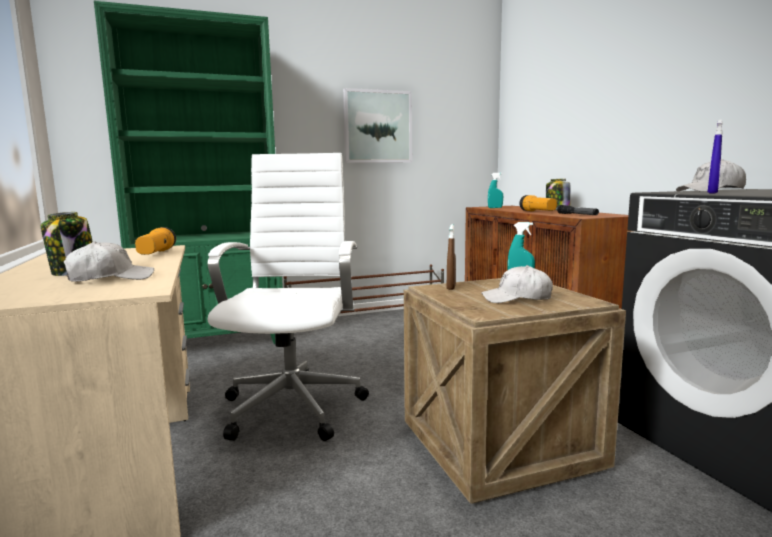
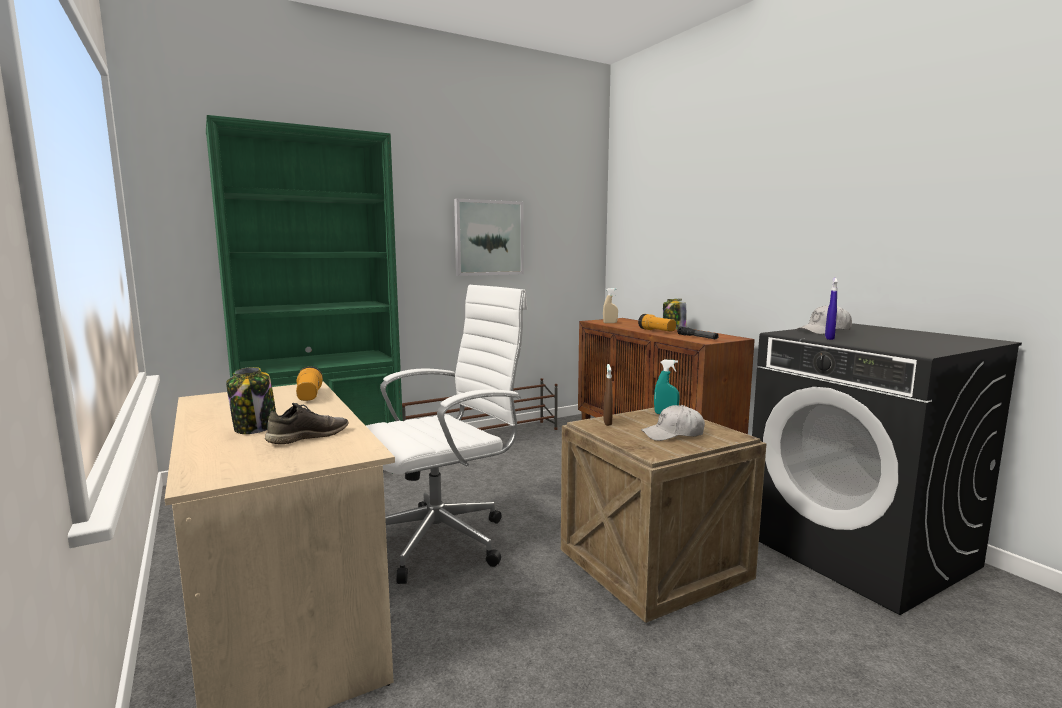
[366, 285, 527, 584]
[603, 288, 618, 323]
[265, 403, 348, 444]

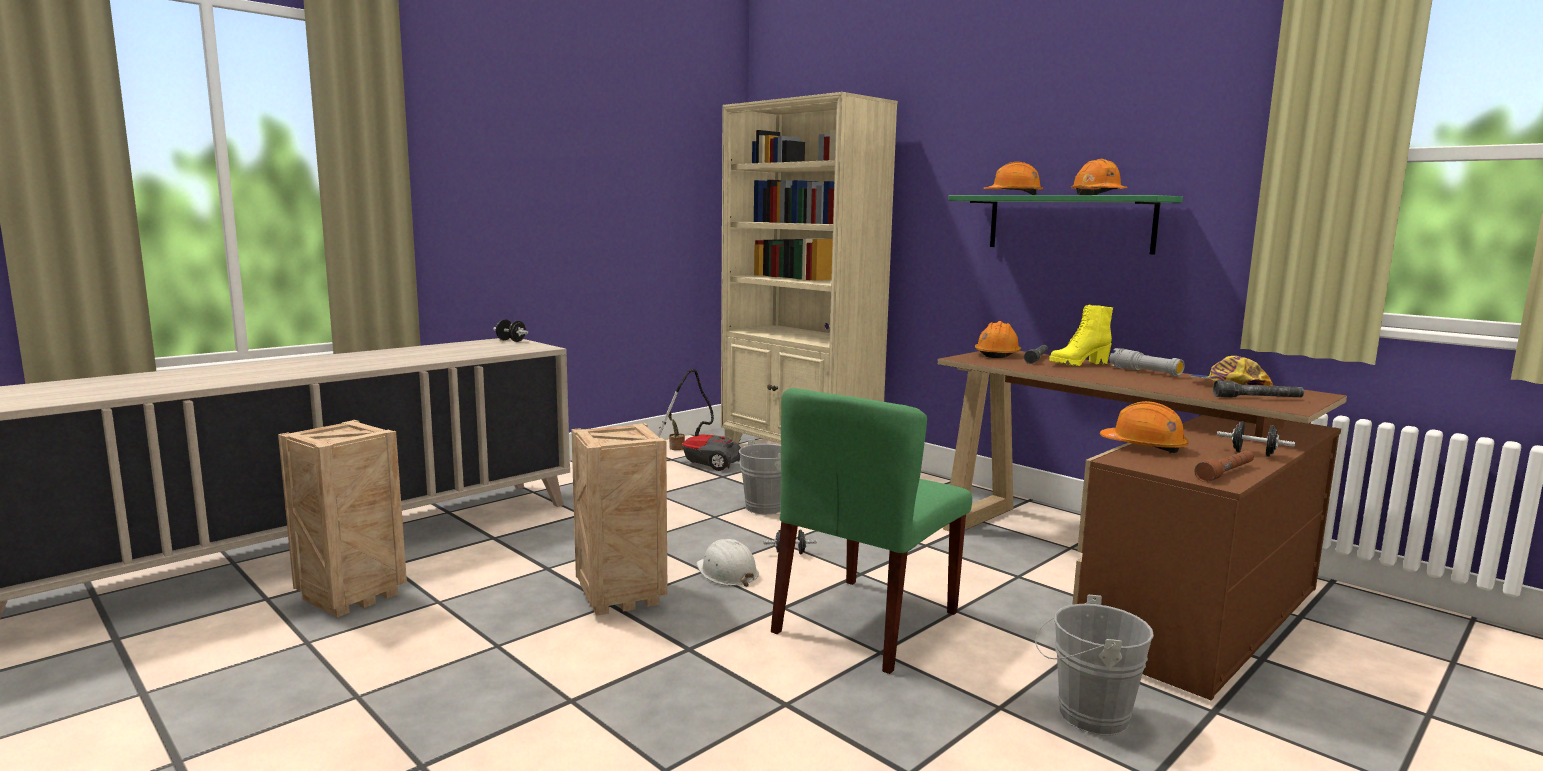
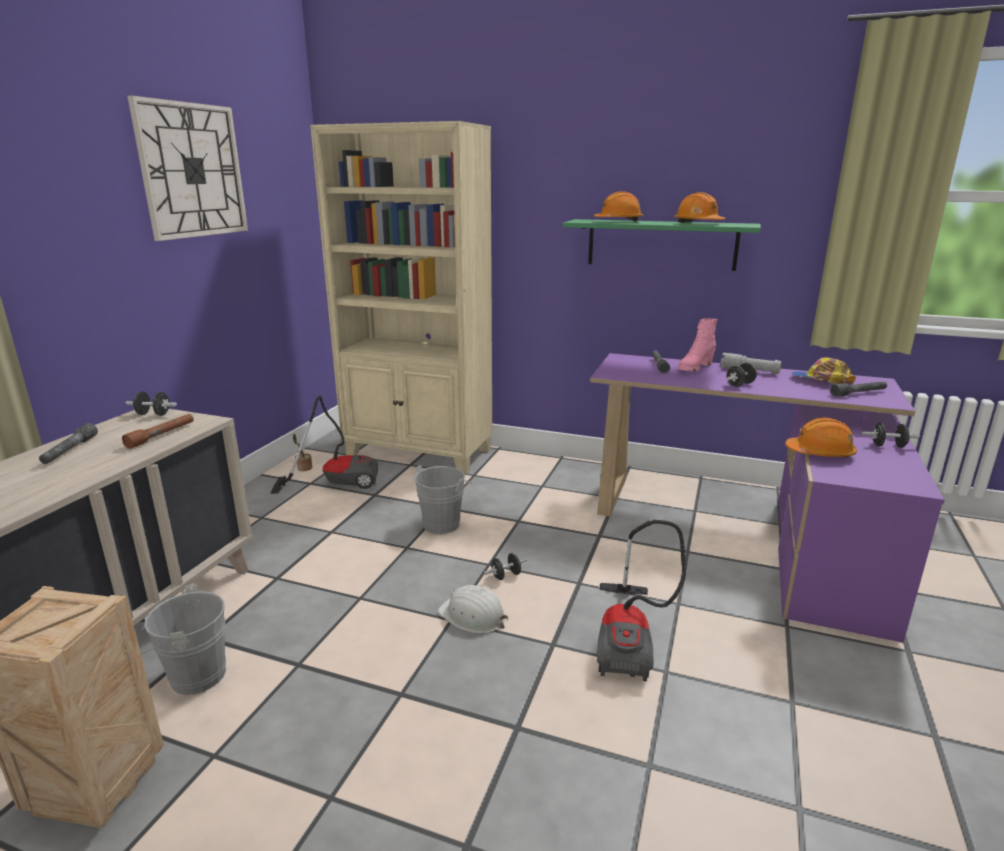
[678, 318, 717, 371]
[975, 321, 1021, 358] (first image)
[590, 353, 944, 643]
[597, 520, 686, 681]
[571, 423, 668, 616] (first image)
[122, 414, 194, 449]
[137, 584, 226, 695]
[127, 96, 248, 241]
[726, 363, 757, 387]
[39, 423, 98, 464]

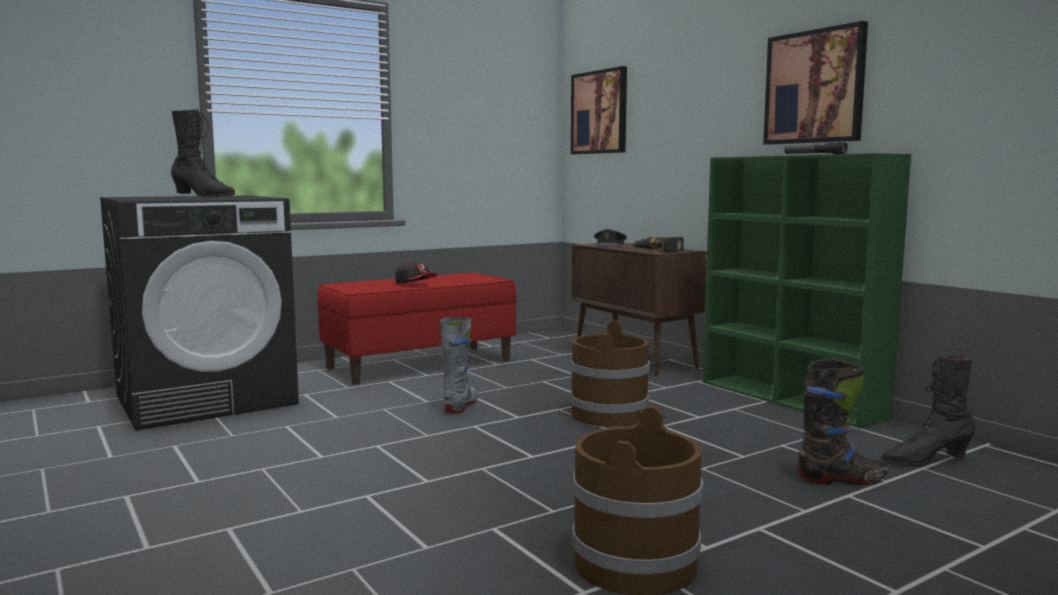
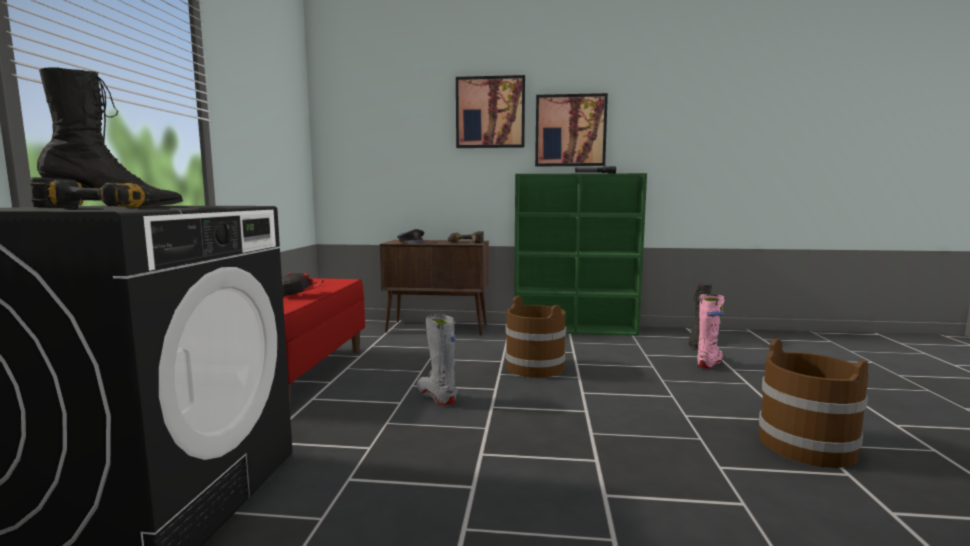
[456, 75, 525, 148]
[697, 294, 725, 369]
[30, 177, 161, 208]

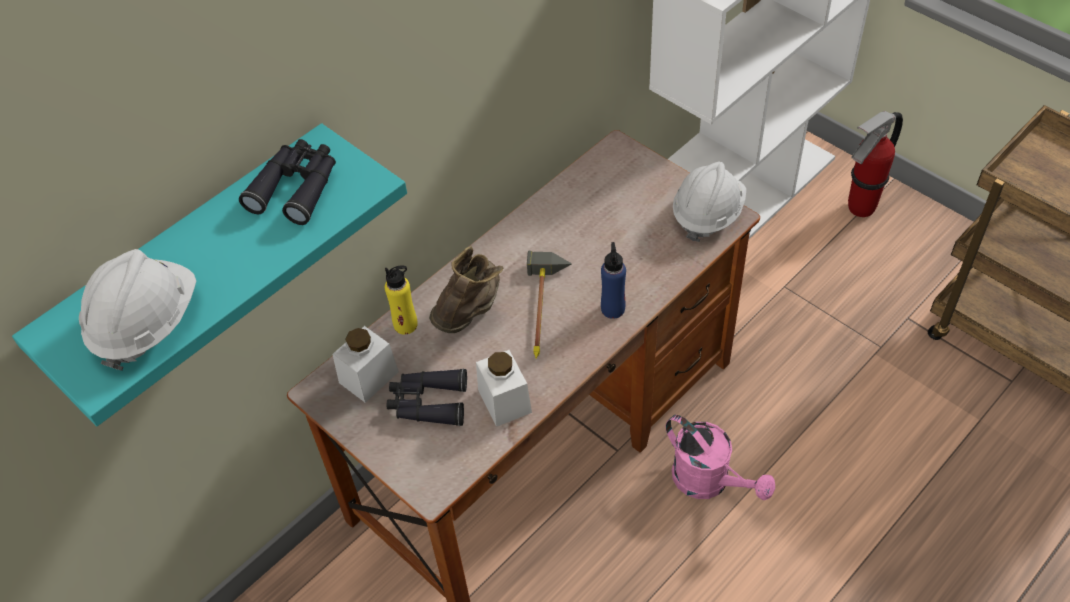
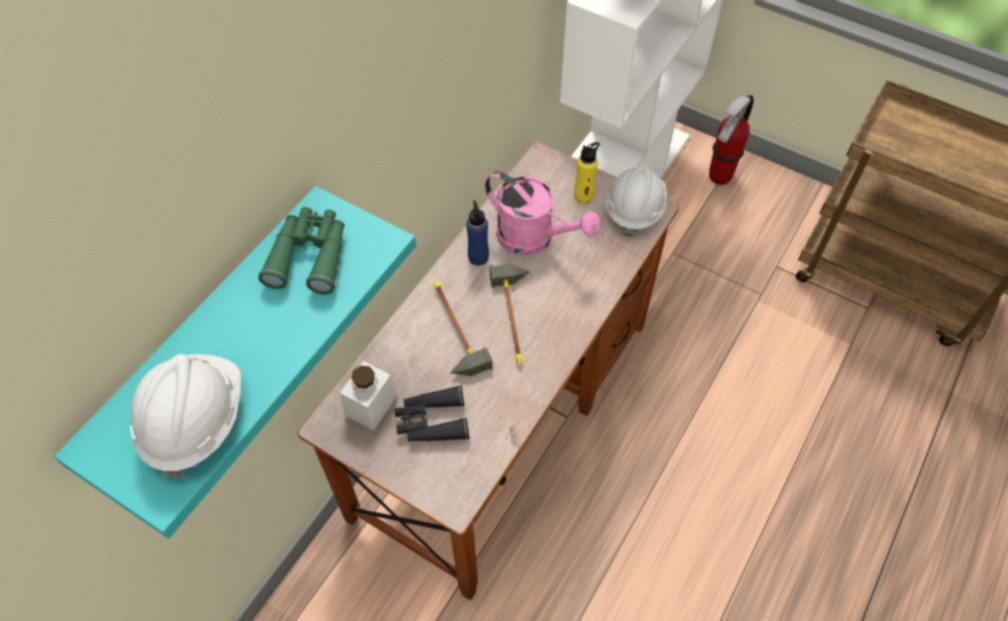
[258, 207, 345, 294]
[466, 200, 489, 265]
[434, 279, 492, 376]
[574, 142, 600, 204]
[476, 350, 532, 427] (first image)
[485, 171, 600, 256]

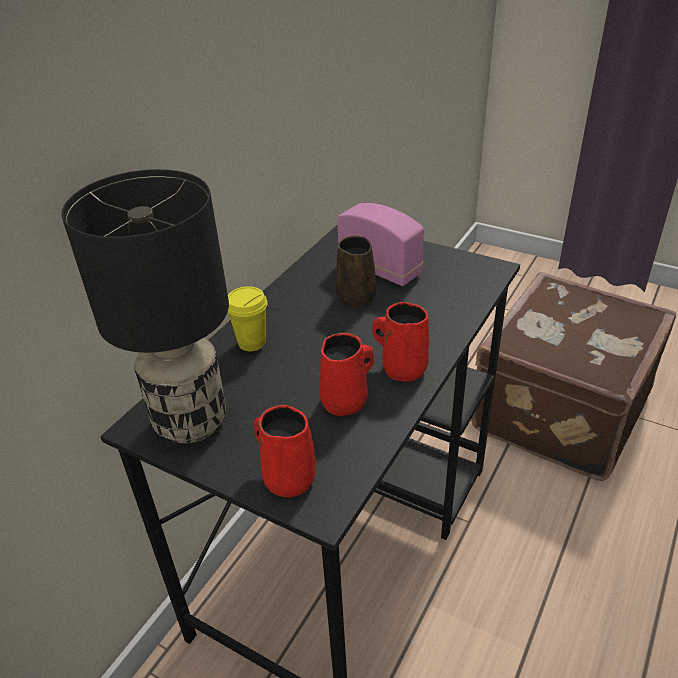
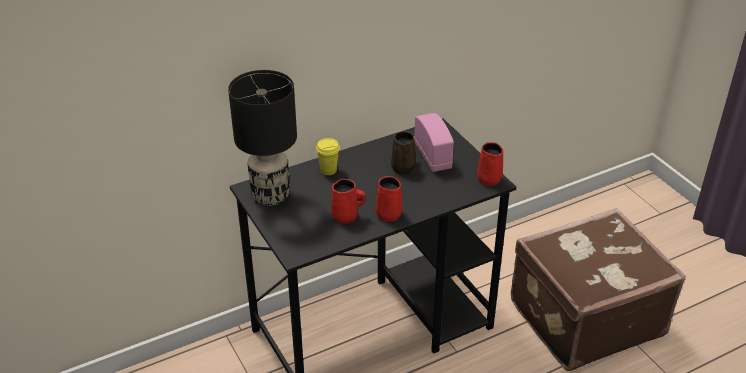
[477, 142, 503, 186]

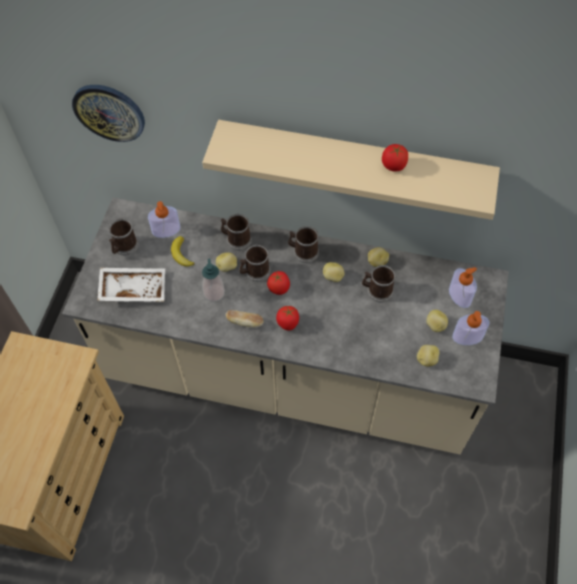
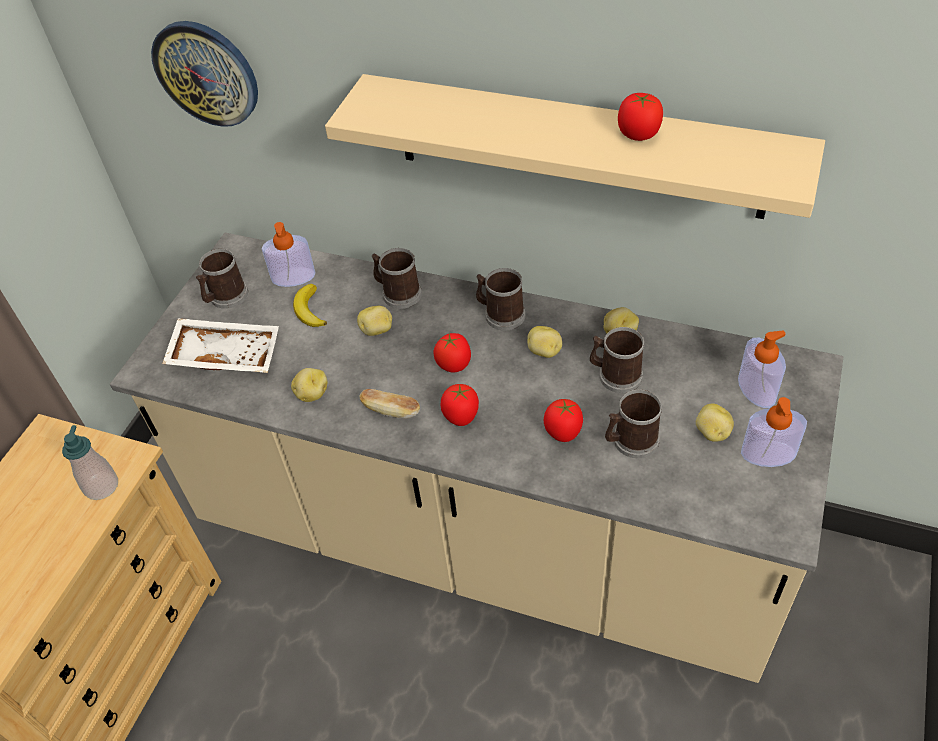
[605, 389, 662, 458]
[62, 425, 118, 500]
[291, 368, 327, 402]
[544, 399, 583, 442]

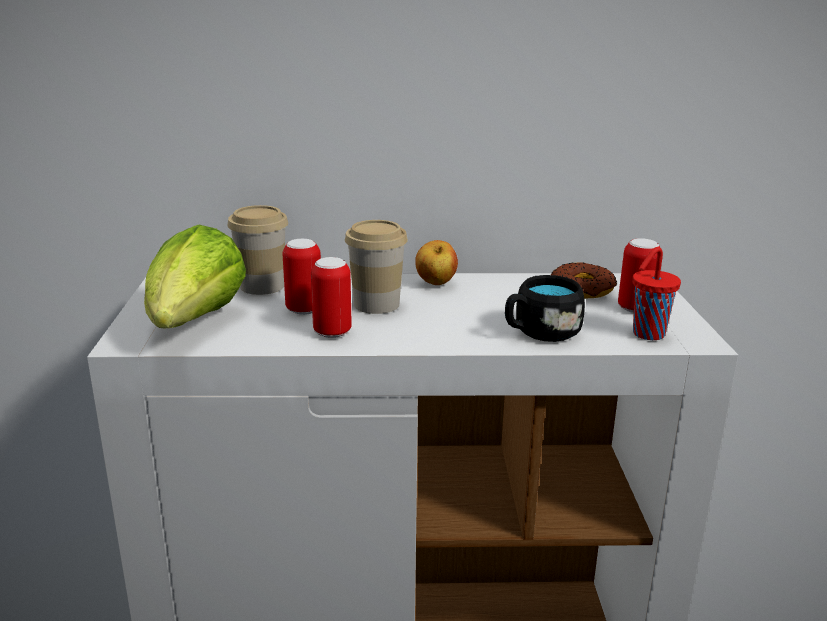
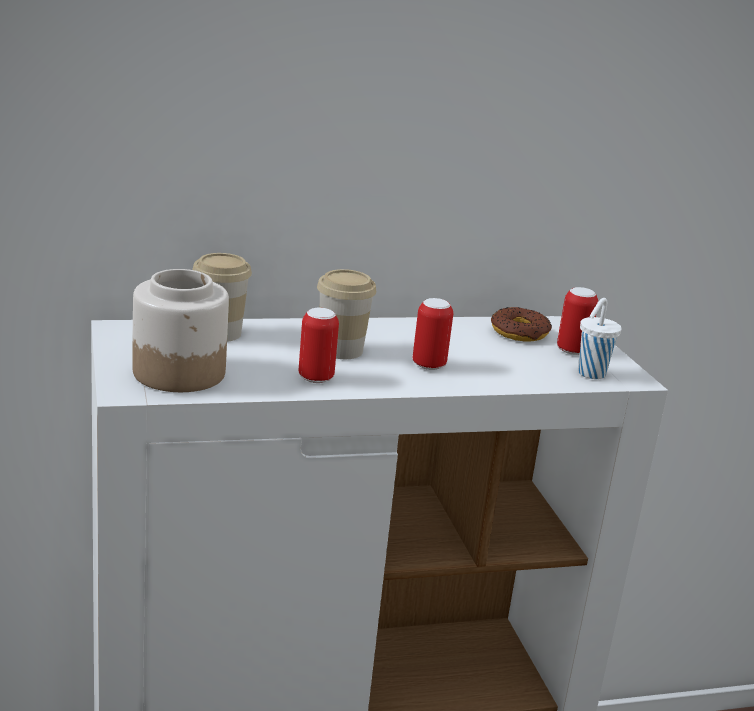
[132, 269, 229, 392]
[413, 298, 453, 370]
[415, 240, 458, 285] (first image)
[578, 298, 622, 379]
[505, 275, 585, 342] (first image)

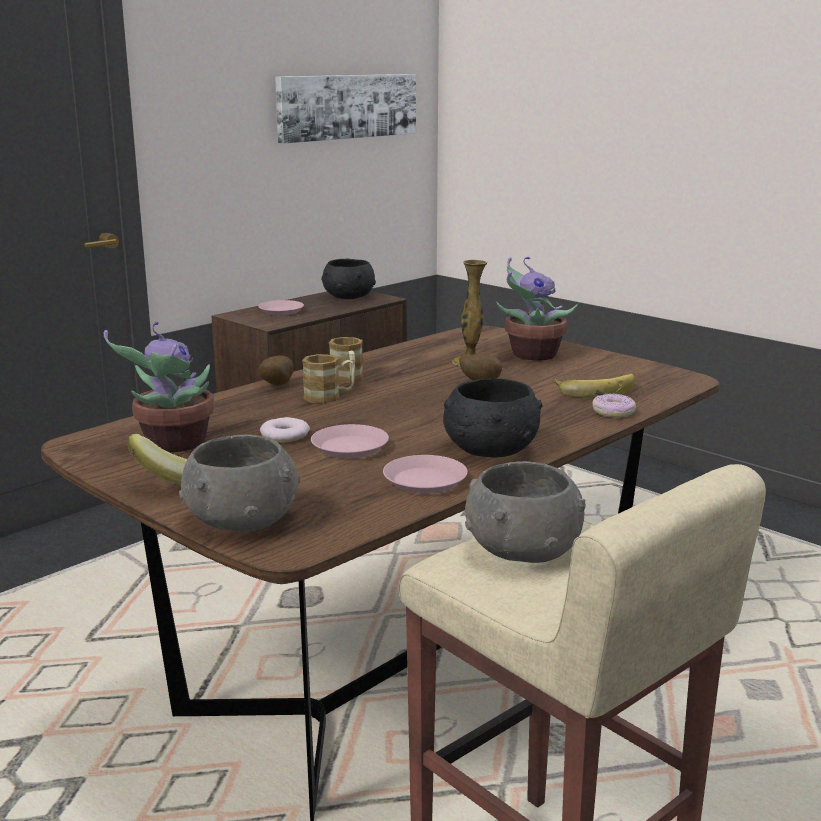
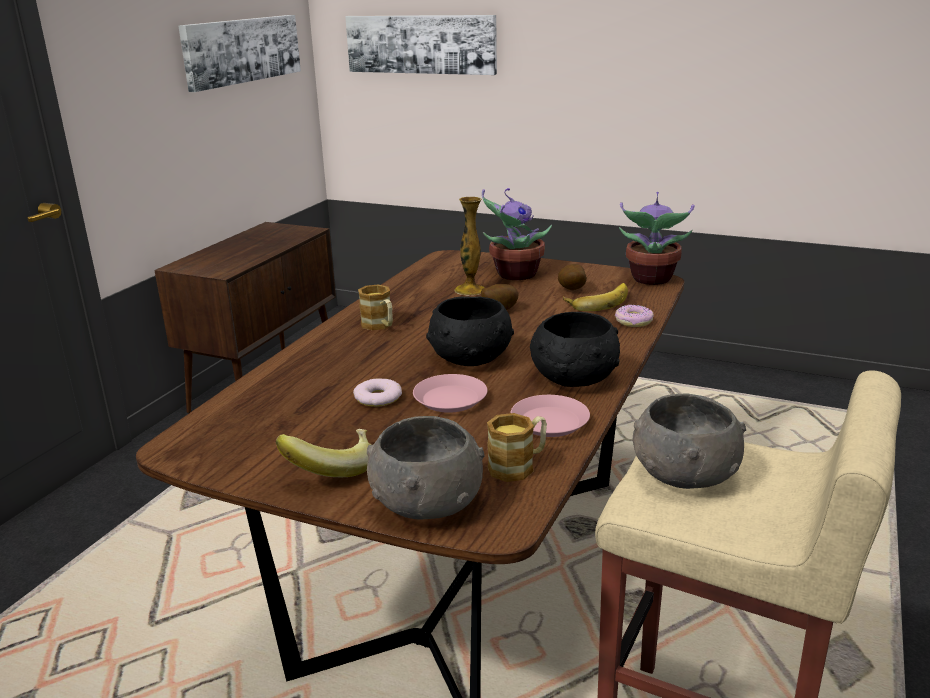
[426, 296, 514, 366]
[258, 300, 304, 315] (first image)
[619, 192, 695, 285]
[487, 413, 547, 482]
[558, 264, 587, 290]
[345, 15, 497, 75]

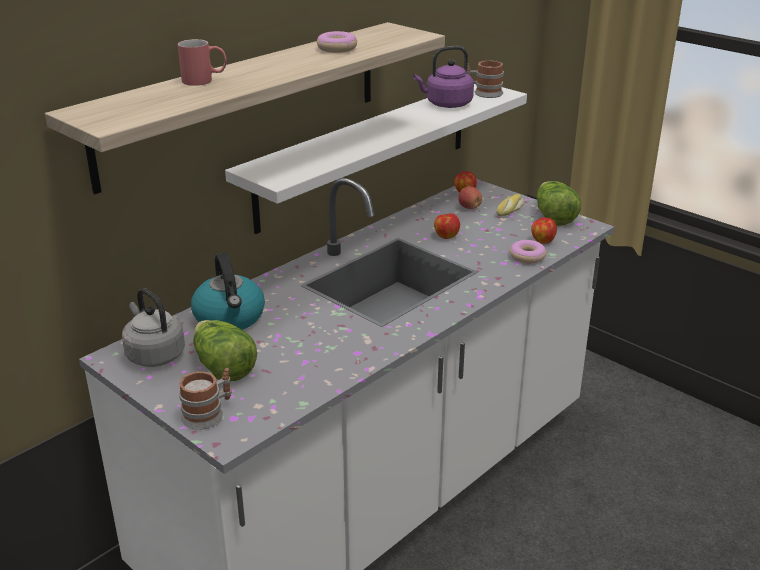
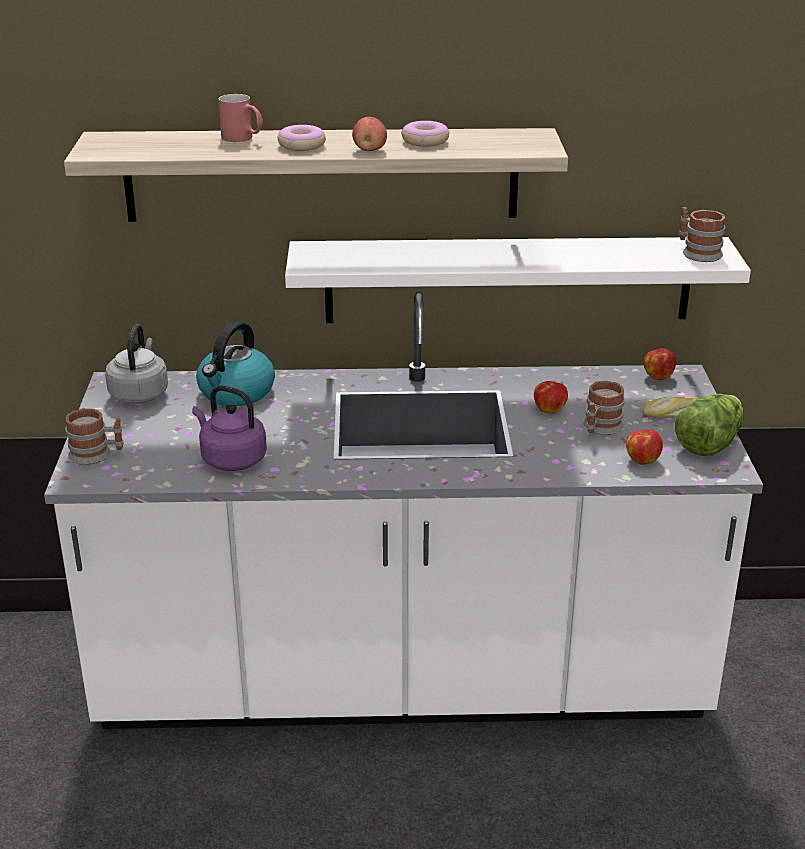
[192, 385, 267, 471]
[352, 117, 387, 151]
[278, 125, 326, 151]
[193, 320, 257, 381] (first image)
[584, 381, 625, 435]

